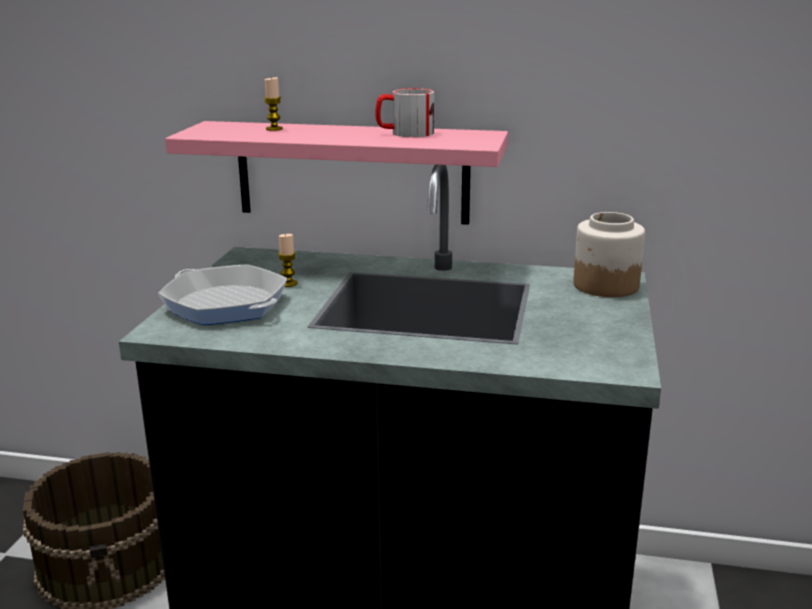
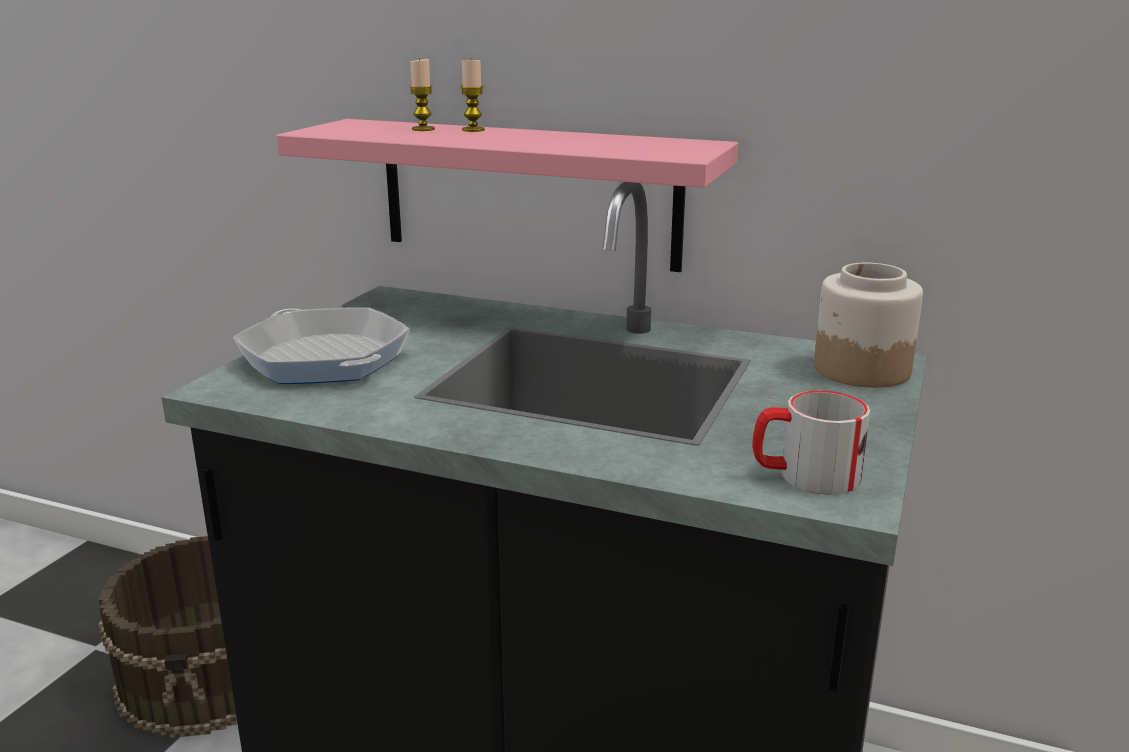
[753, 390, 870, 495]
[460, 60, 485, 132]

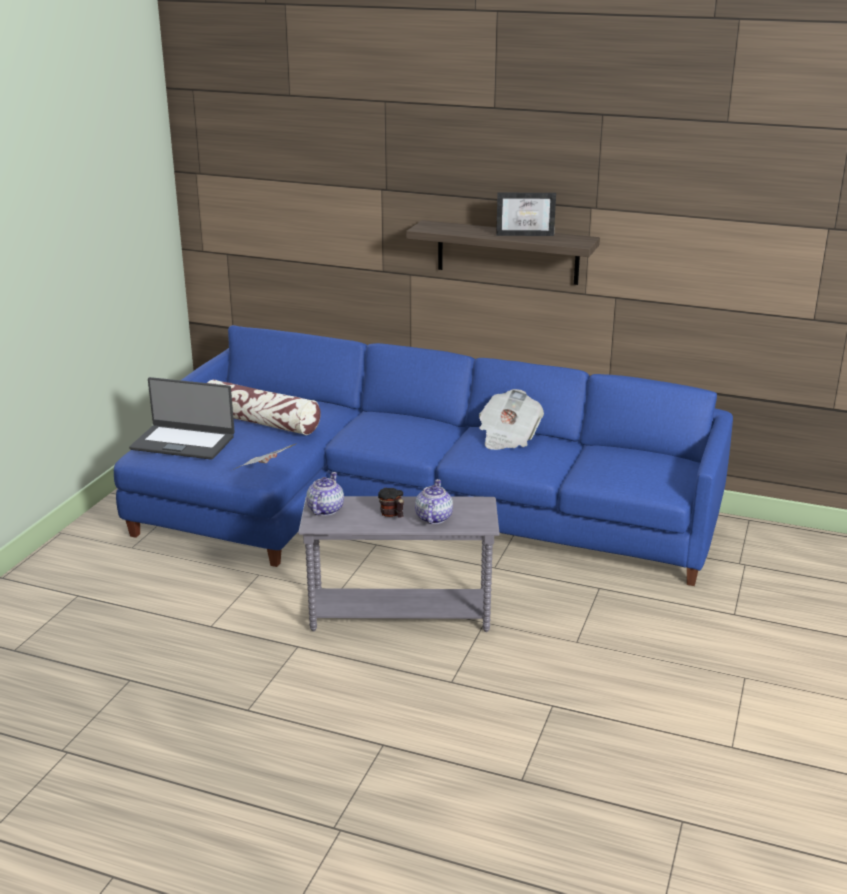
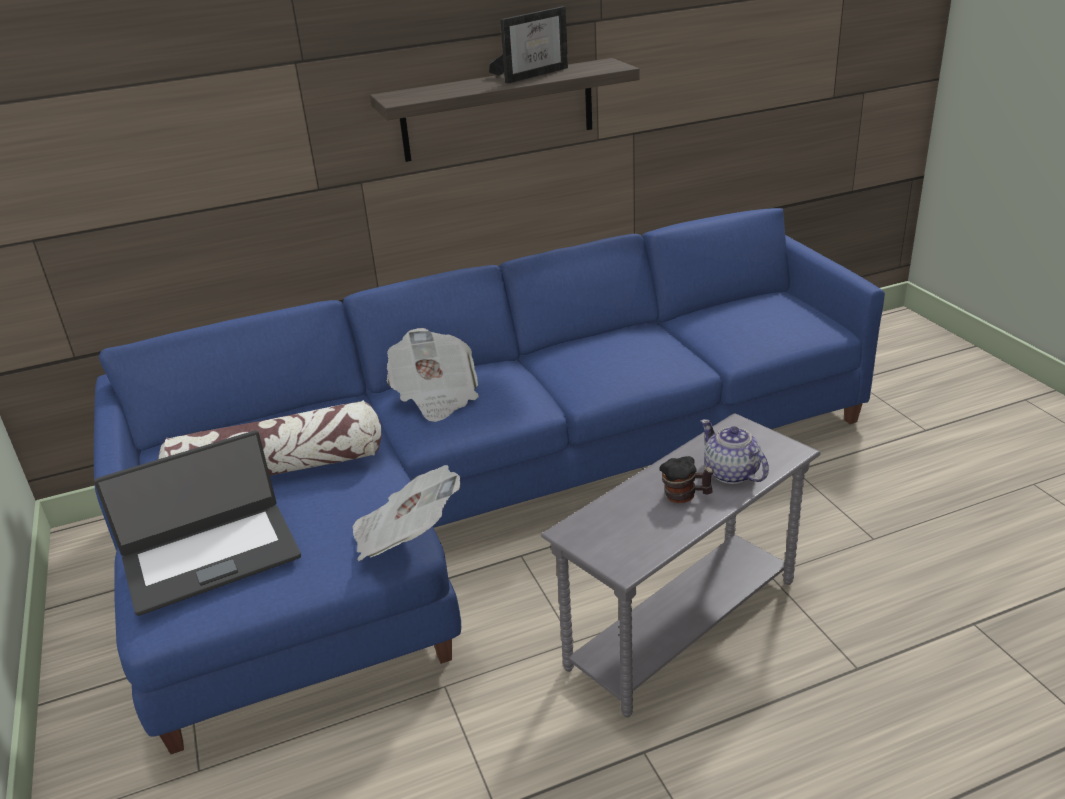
[387, 328, 479, 422]
[306, 472, 344, 516] (first image)

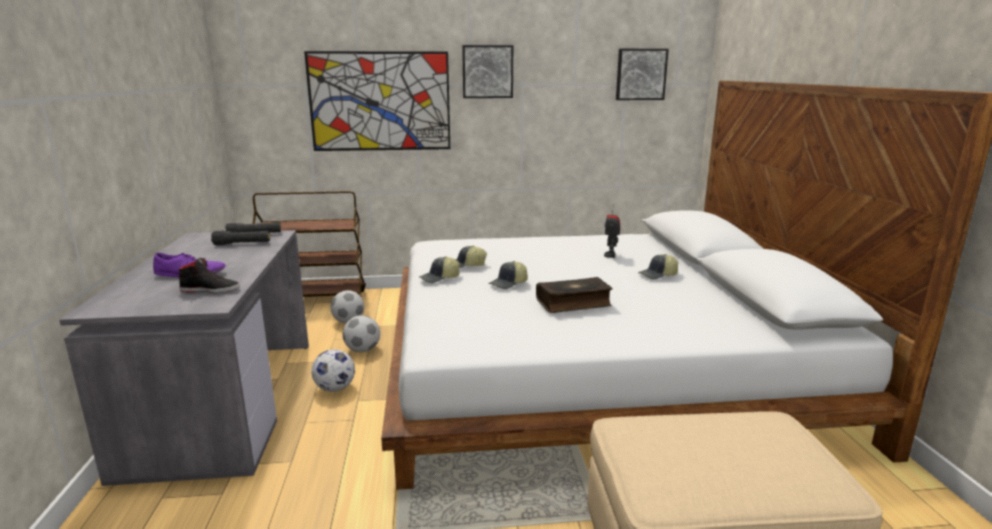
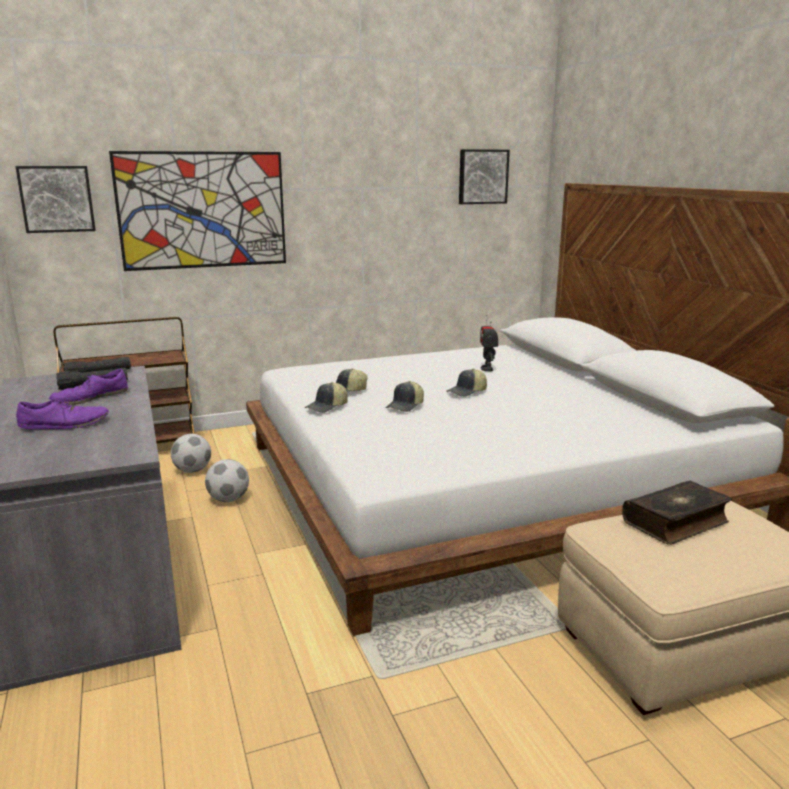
[15, 166, 96, 233]
[447, 369, 487, 397]
[179, 258, 240, 293] (first image)
[622, 481, 732, 545]
[311, 349, 355, 392] (first image)
[49, 369, 128, 405]

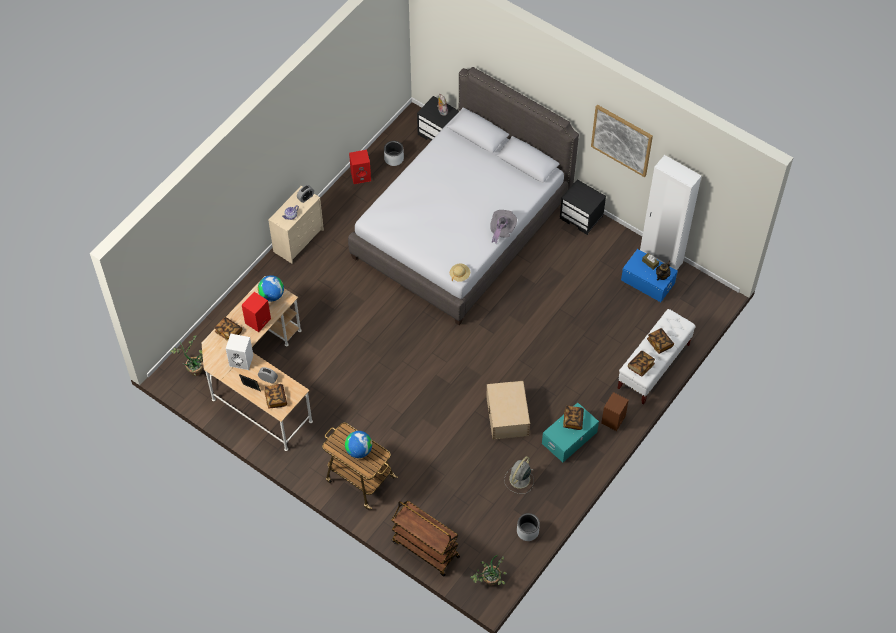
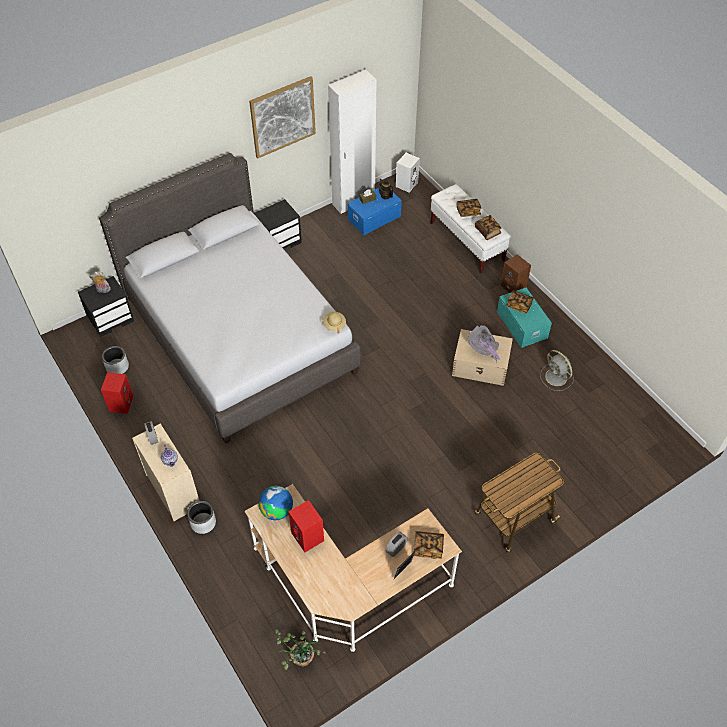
[468, 325, 500, 362]
[215, 317, 242, 341] (first image)
[396, 153, 420, 192]
[345, 431, 372, 458] (first image)
[391, 501, 460, 576] (first image)
[187, 501, 216, 534]
[470, 555, 507, 586] (first image)

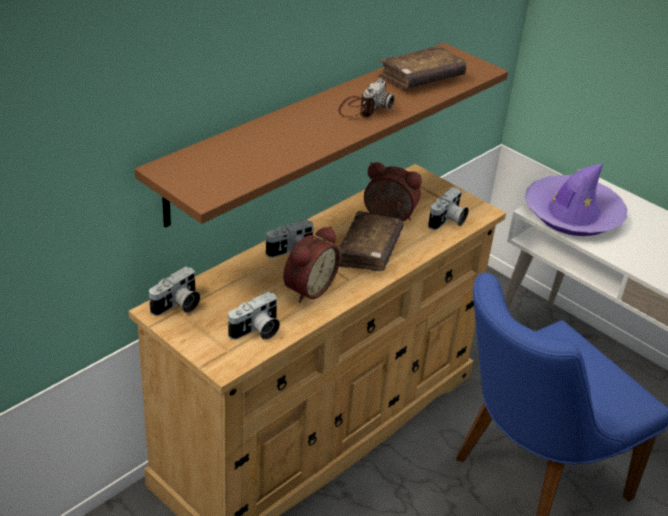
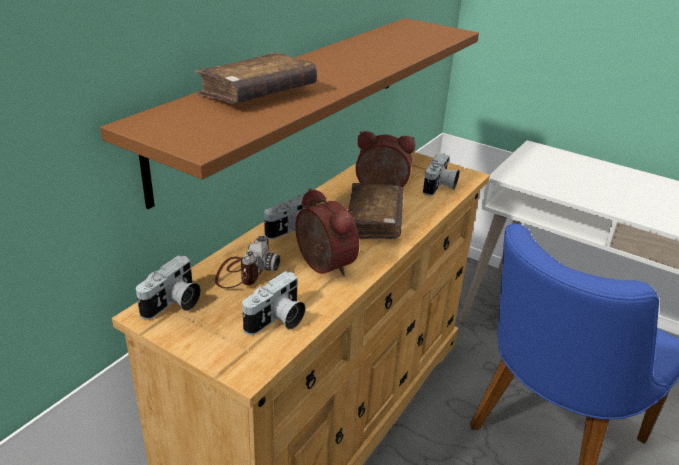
[194, 52, 317, 104]
[215, 235, 280, 289]
[525, 163, 627, 236] (first image)
[295, 188, 359, 277]

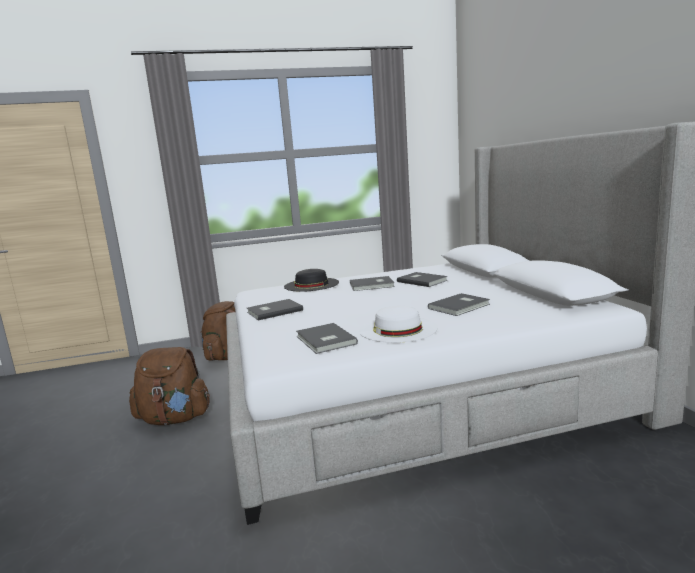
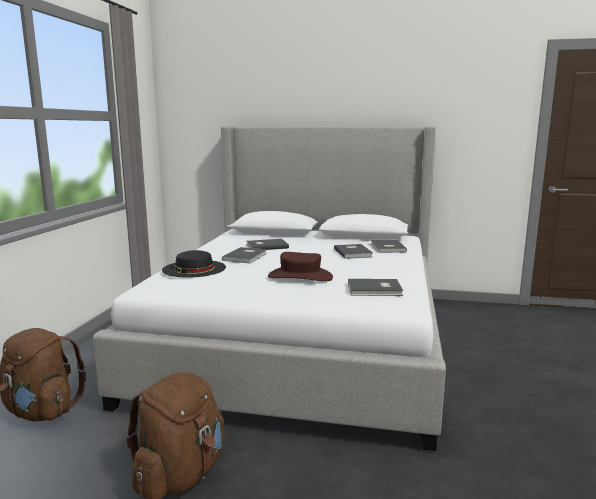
[371, 240, 407, 253]
[359, 306, 438, 343] (first image)
[268, 252, 333, 282]

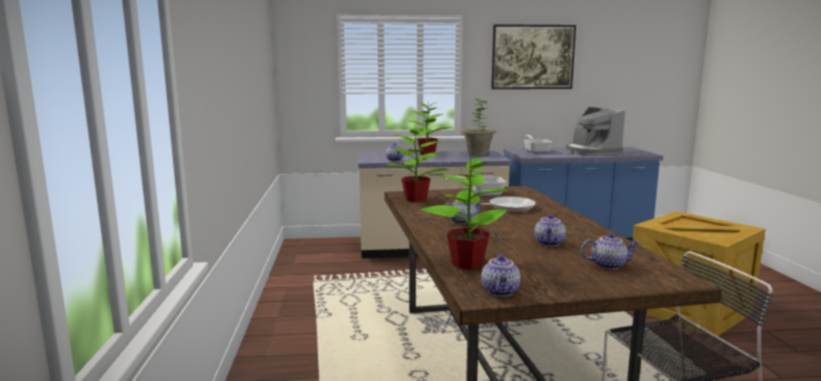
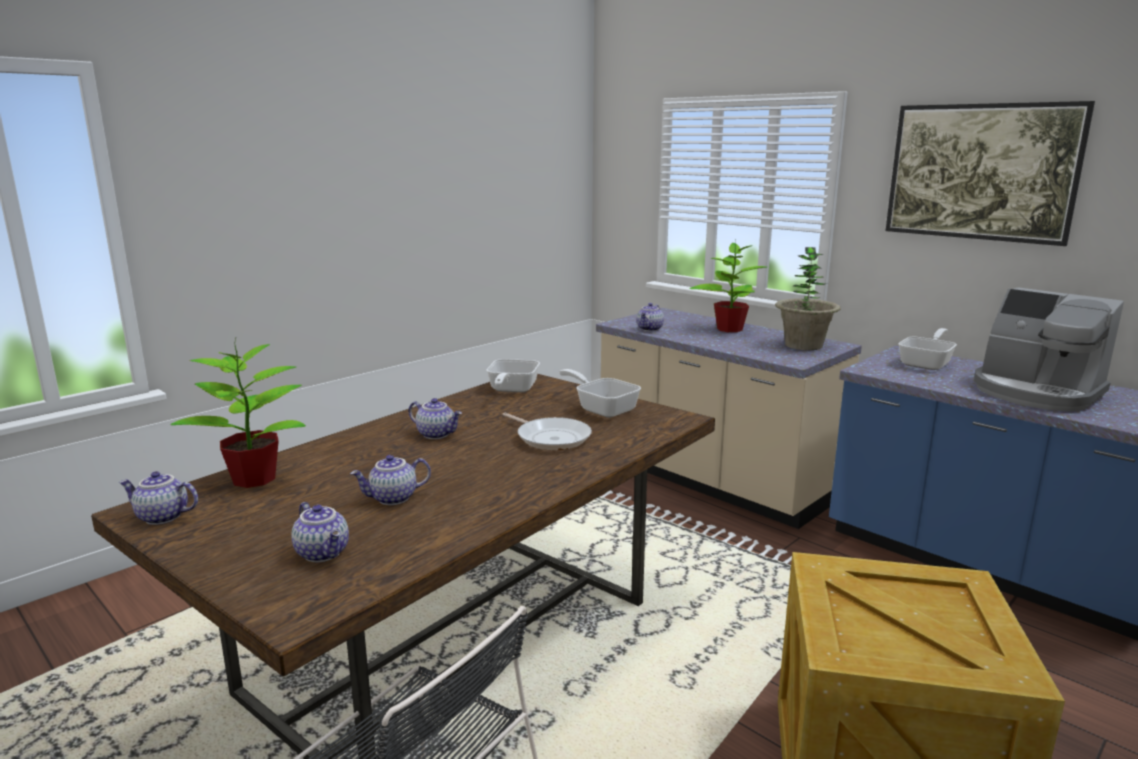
[974, 287, 1124, 412]
[486, 359, 540, 392]
[119, 471, 198, 525]

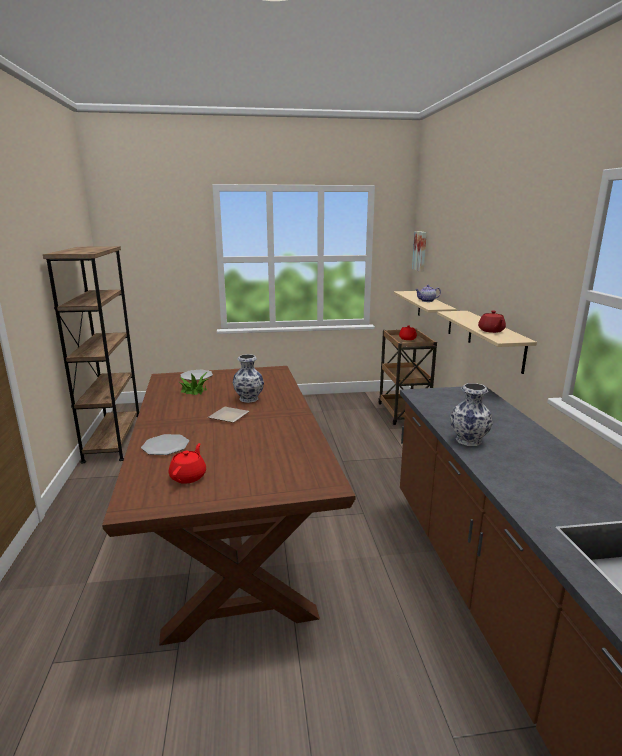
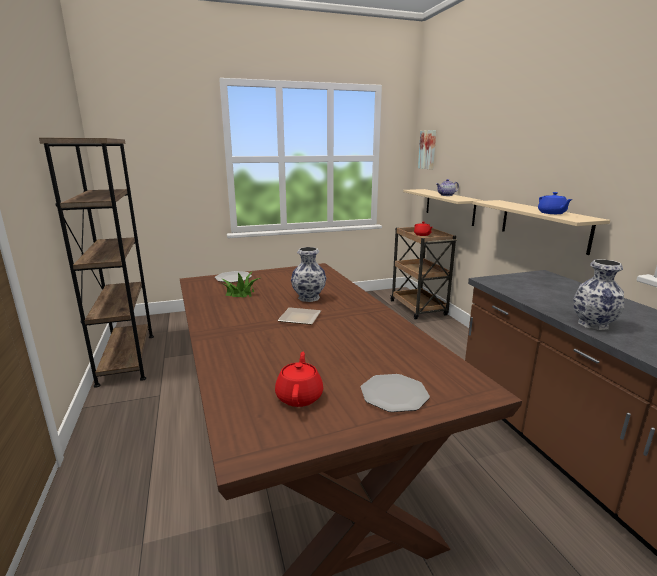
[538, 192, 573, 214]
[361, 374, 430, 412]

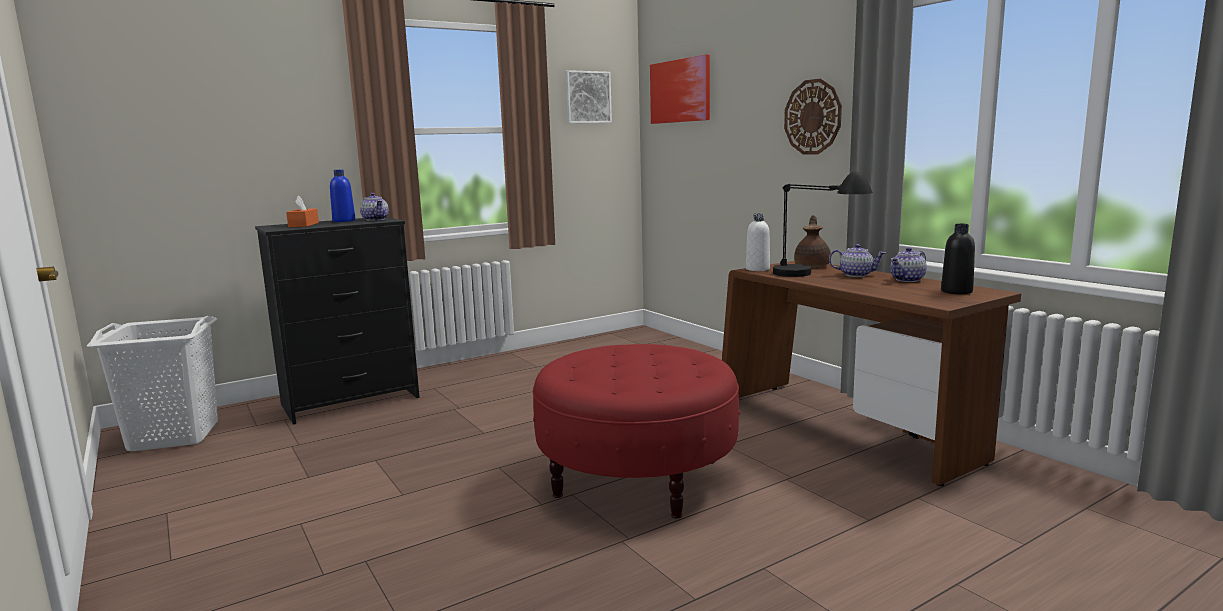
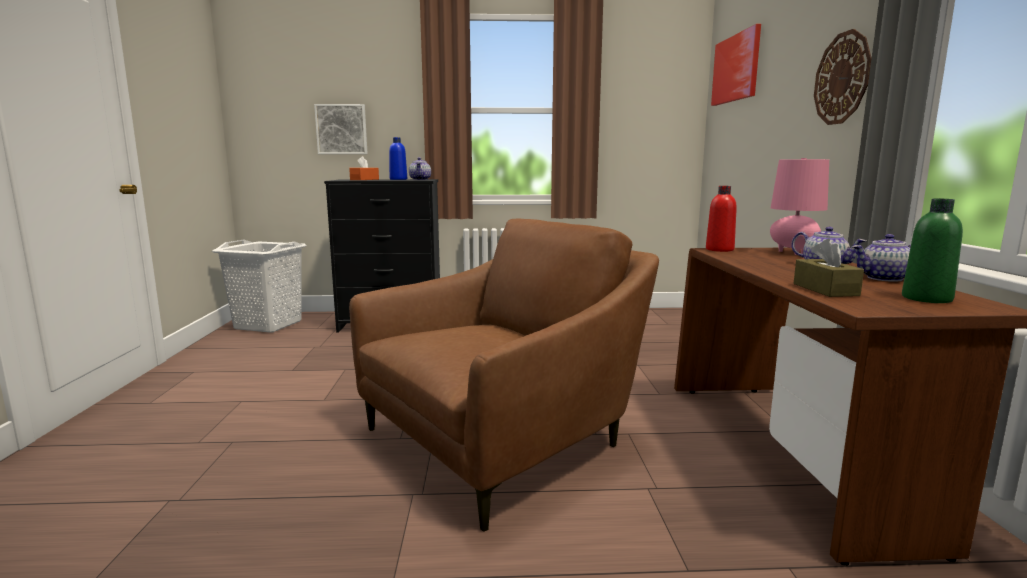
[314, 104, 368, 154]
[773, 171, 873, 277] (first image)
[706, 186, 737, 252]
[770, 158, 829, 255]
[902, 199, 963, 303]
[349, 219, 659, 532]
[793, 239, 864, 297]

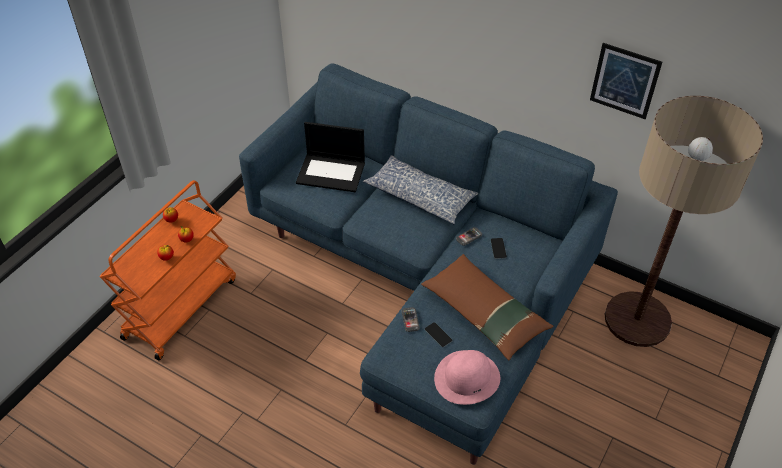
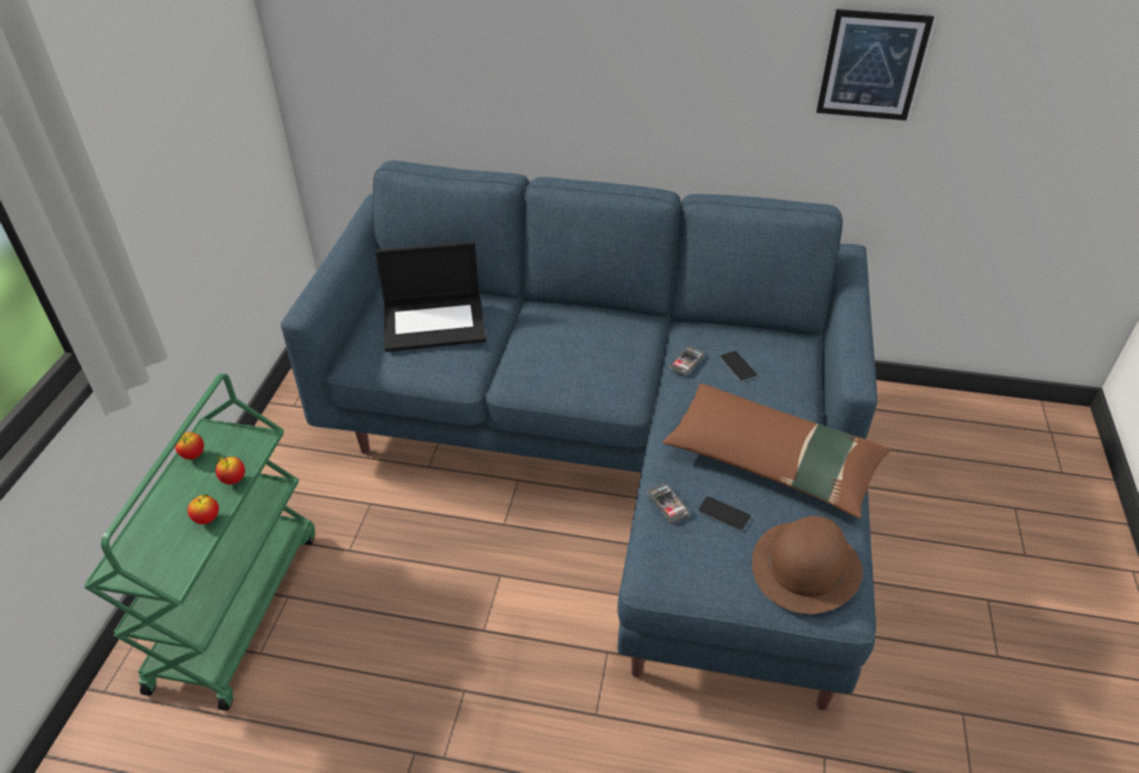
[604, 96, 763, 347] (first image)
[363, 155, 478, 225] (first image)
[84, 373, 315, 711]
[752, 516, 863, 614]

